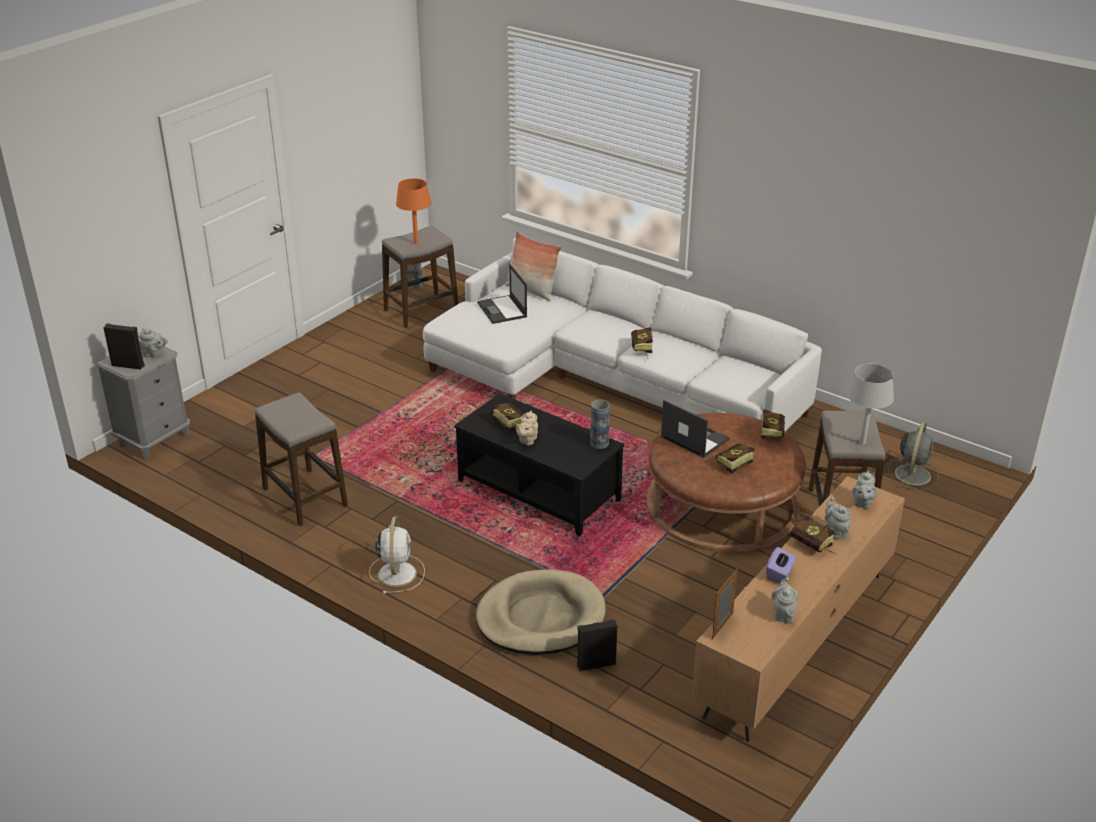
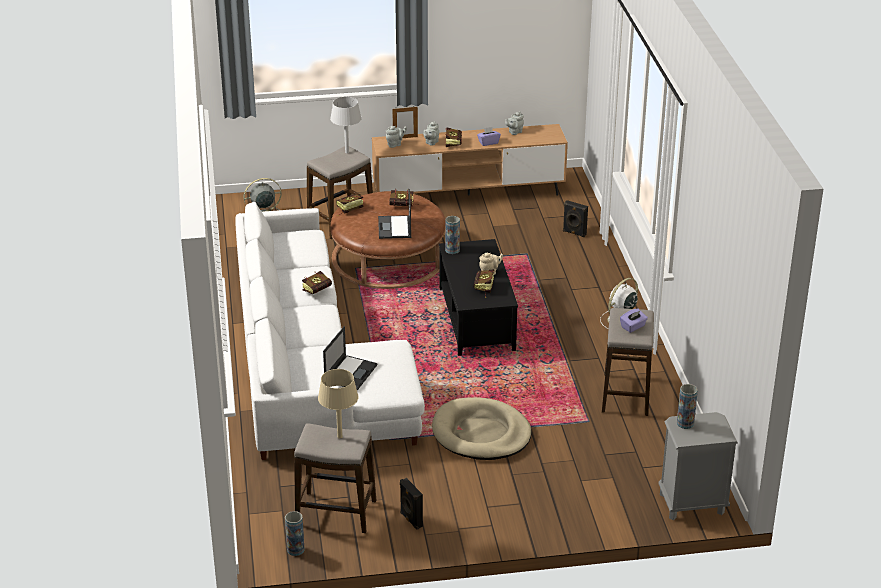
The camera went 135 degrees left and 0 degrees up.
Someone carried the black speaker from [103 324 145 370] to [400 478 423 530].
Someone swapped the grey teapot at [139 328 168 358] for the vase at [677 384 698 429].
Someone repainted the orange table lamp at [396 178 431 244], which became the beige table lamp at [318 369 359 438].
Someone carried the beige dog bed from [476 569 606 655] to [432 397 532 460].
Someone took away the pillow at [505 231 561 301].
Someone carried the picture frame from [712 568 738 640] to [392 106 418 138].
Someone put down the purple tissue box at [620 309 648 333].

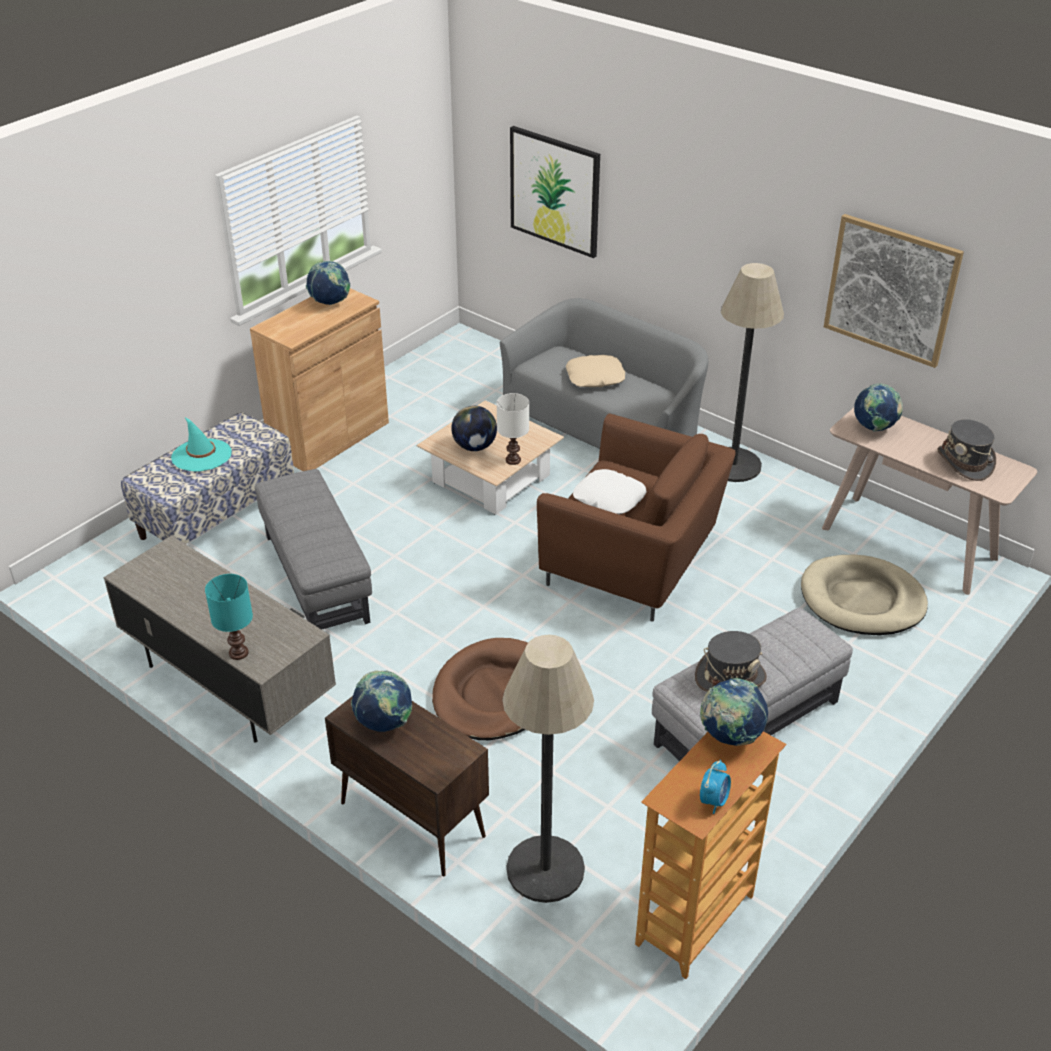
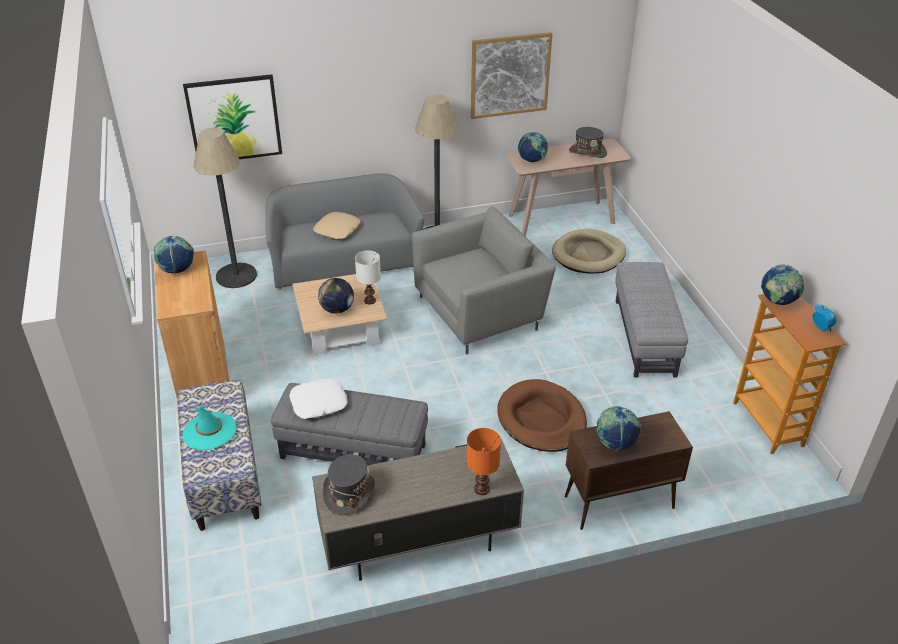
The camera went 55 degrees left and 0 degrees up.
Someone repainted the turquoise table lamp at [205 574 253 660], which became the orange table lamp at [467 428 501 495].
Someone carried the floor lamp from [502 635 594 903] to [193 127 257 288].
Someone repainted the brown armchair at [537 413 736 621], which became the grey armchair at [412 206 556 354].
Someone carried the white pillow from [573 469 647 515] to [289 378 347 419].
Someone carried the grey hat from [695 631 767 692] to [322 454 376 516].

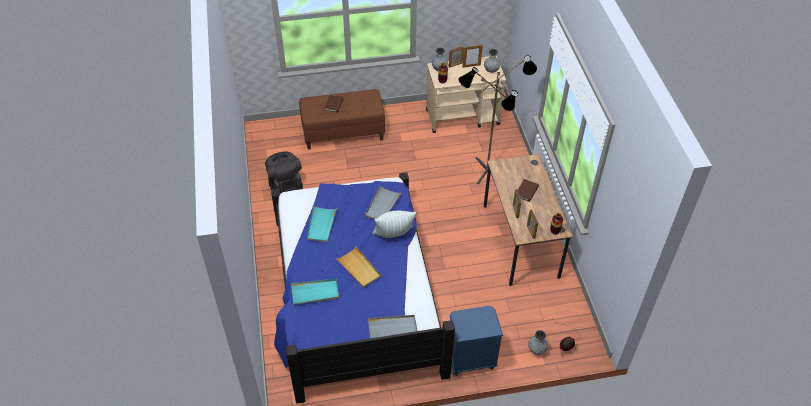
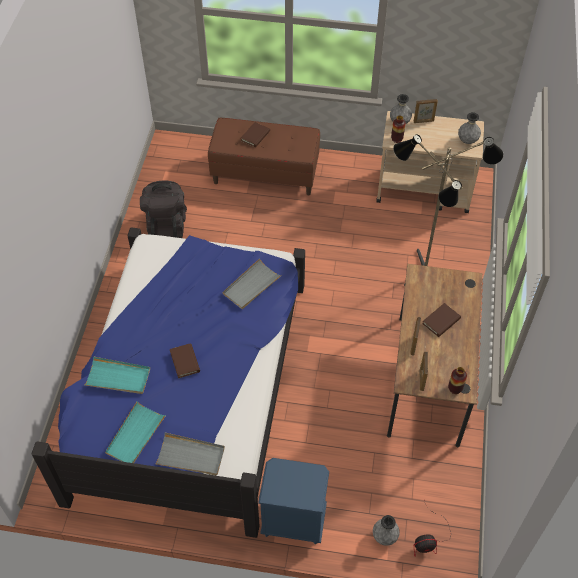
The camera went 20 degrees right and 5 degrees up.
Someone carried the turquoise tray from [307 206 337 242] to [105 401 166 463].
Someone swapped the beige tray at [336 246 381 288] for the brown book at [170 343 200 378].
Someone took away the pillow at [372 211 416 238].
Someone took away the picture frame at [462 45 483 68].

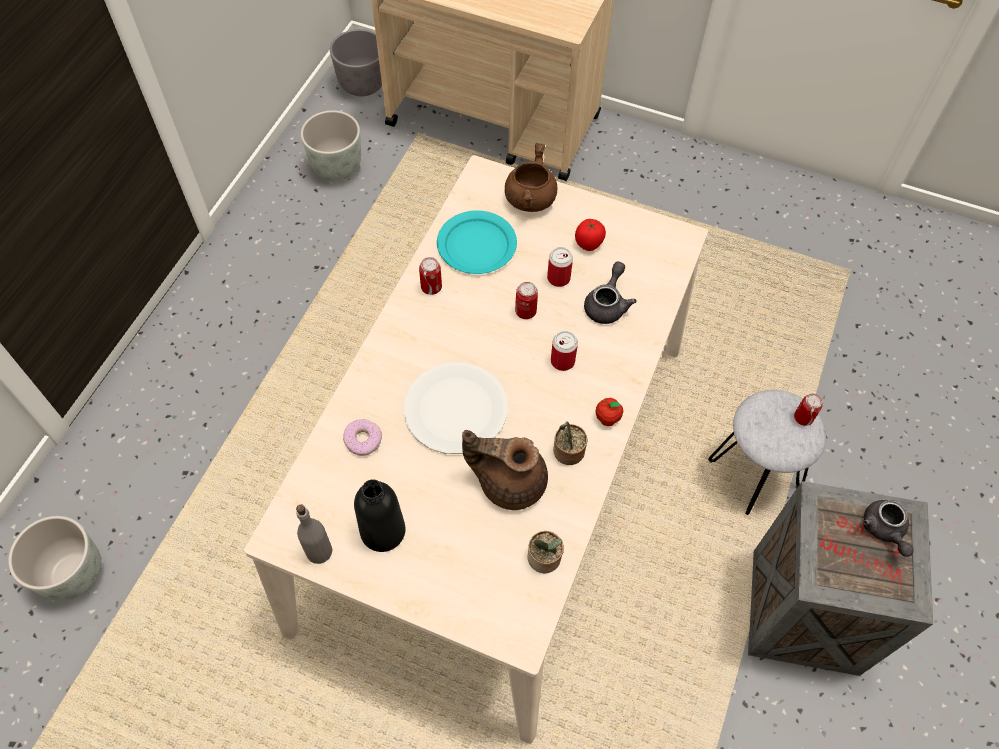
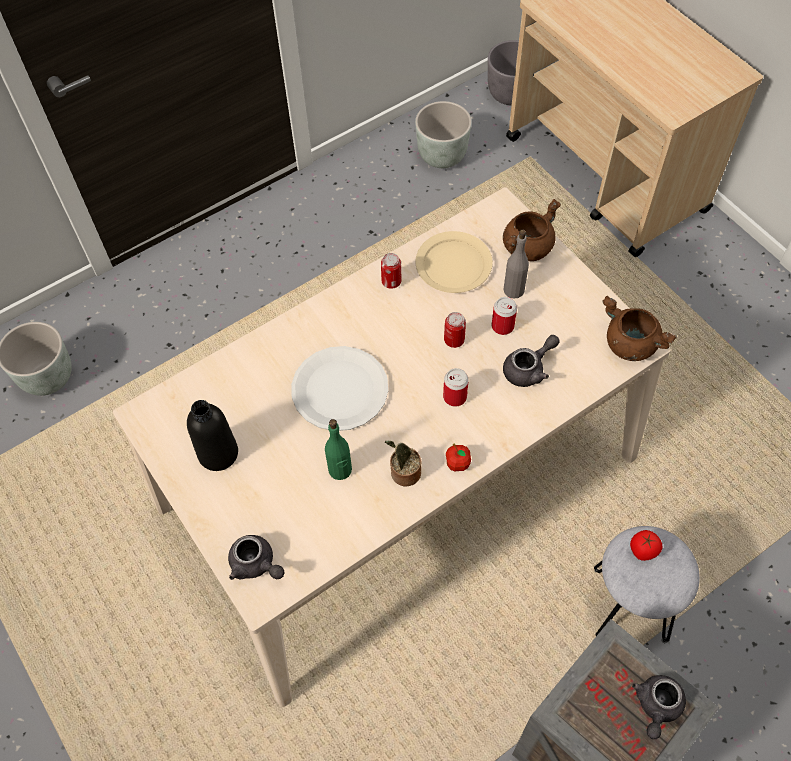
The camera went 35 degrees right and 0 degrees up.
Someone carried the grey bottle from [296 504 333 564] to [503 230 529 299].
Someone took away the donut at [343 419 382 456].
Someone repainted the turquoise plate at [437 210 517 274], which became the beige plate at [415 231 493 293].
Someone swapped the brown teapot at [462 430 548 510] for the green bottle at [325 419 352 480].
Someone took away the potted plant at [528 531 564 573].
Someone carried the tomato from [575 219 606 251] to [630 530 662 561].
Someone took away the can at [794 394 823 426].
Someone put down the grey teapot at [228 535 285 580].
Someone put down the brown cooking pot at [602 296 677 361].

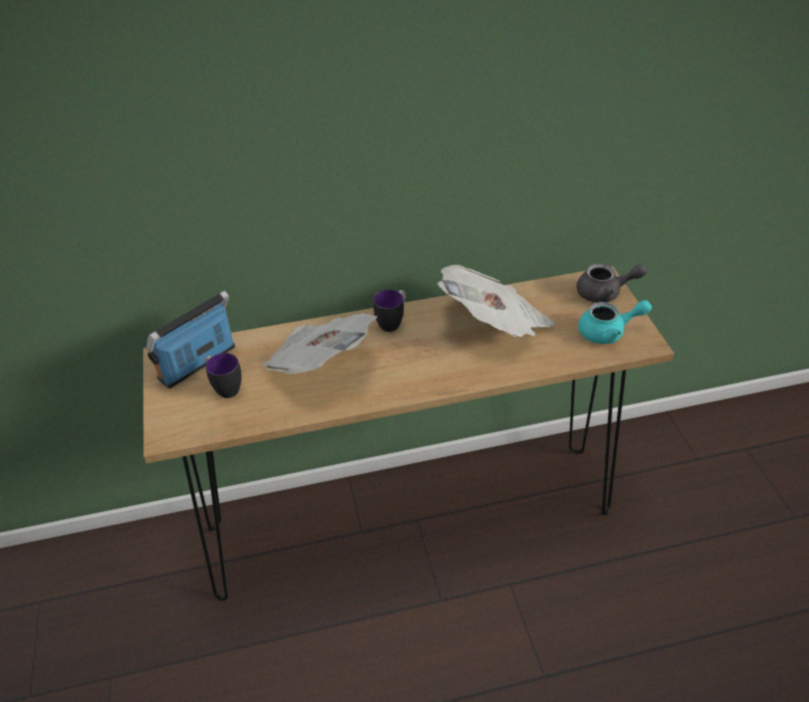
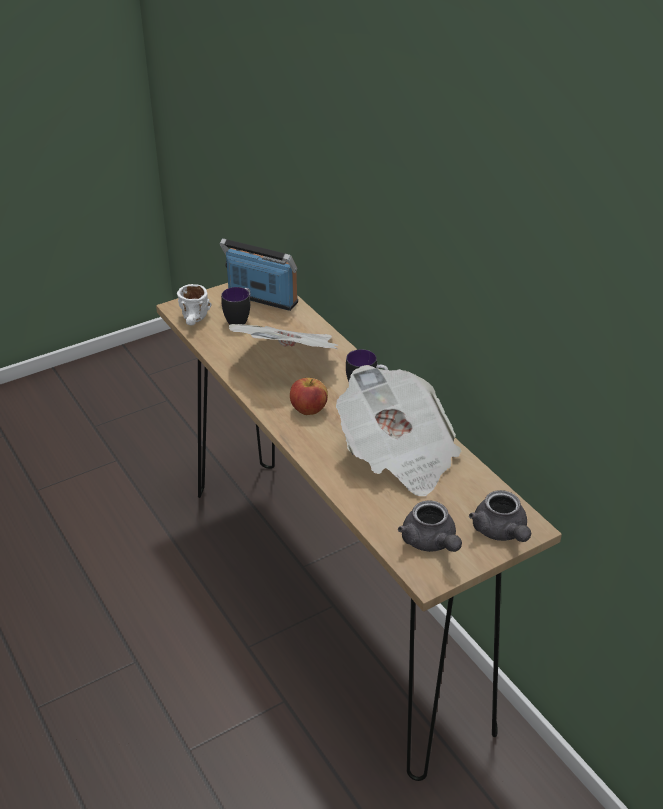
The camera went 70 degrees right and 5 degrees down.
Someone repainted the turquoise teapot at [578 300 652 344], which became the grey teapot at [398 500 462 552].
Someone put down the white mug at [177 284 212 326].
Someone put down the apple at [290 378 328 415].

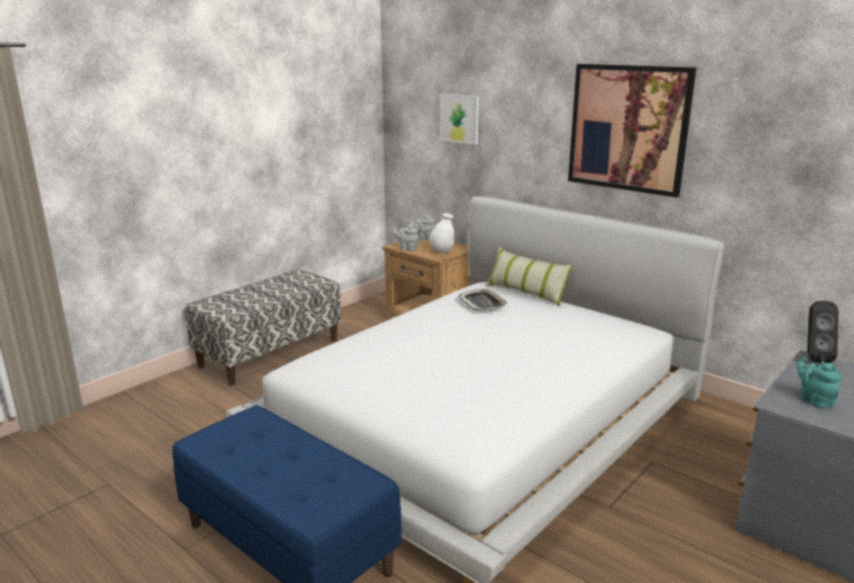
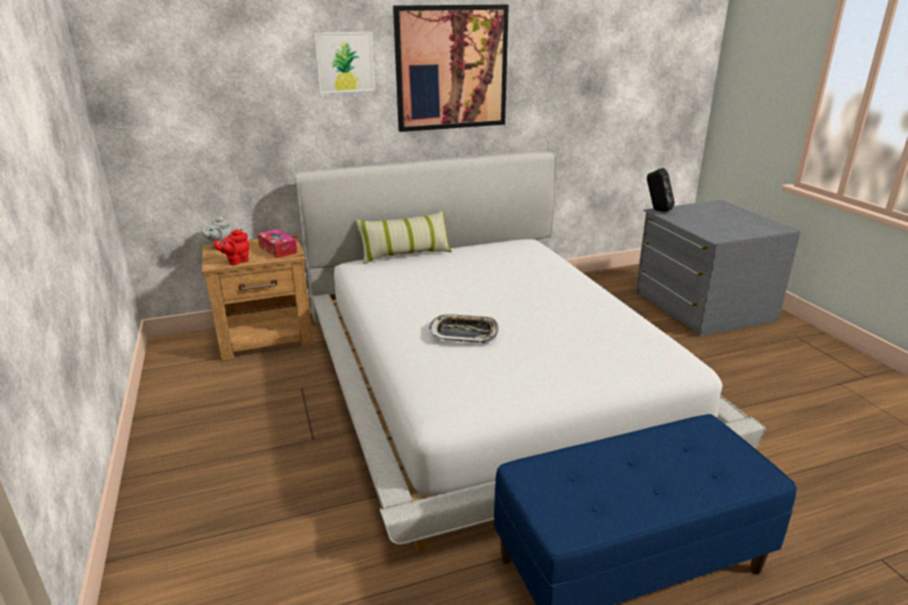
The camera went 60 degrees left and 5 degrees up.
Someone took away the bench at [185 269 341 385].
Someone repainted the grey teapot at [393 224 419 251], which became the red teapot at [214 229 249 265].
Someone swapped the white vase at [430 213 455 253] for the tissue box at [257 229 297 258].
Someone carried the picture from [440 94 479 145] to [314 32 375 94].
Someone carried the tray from [459 289 508 312] to [429 314 499 343].
Someone took away the turquoise teapot at [797 357 842 408].

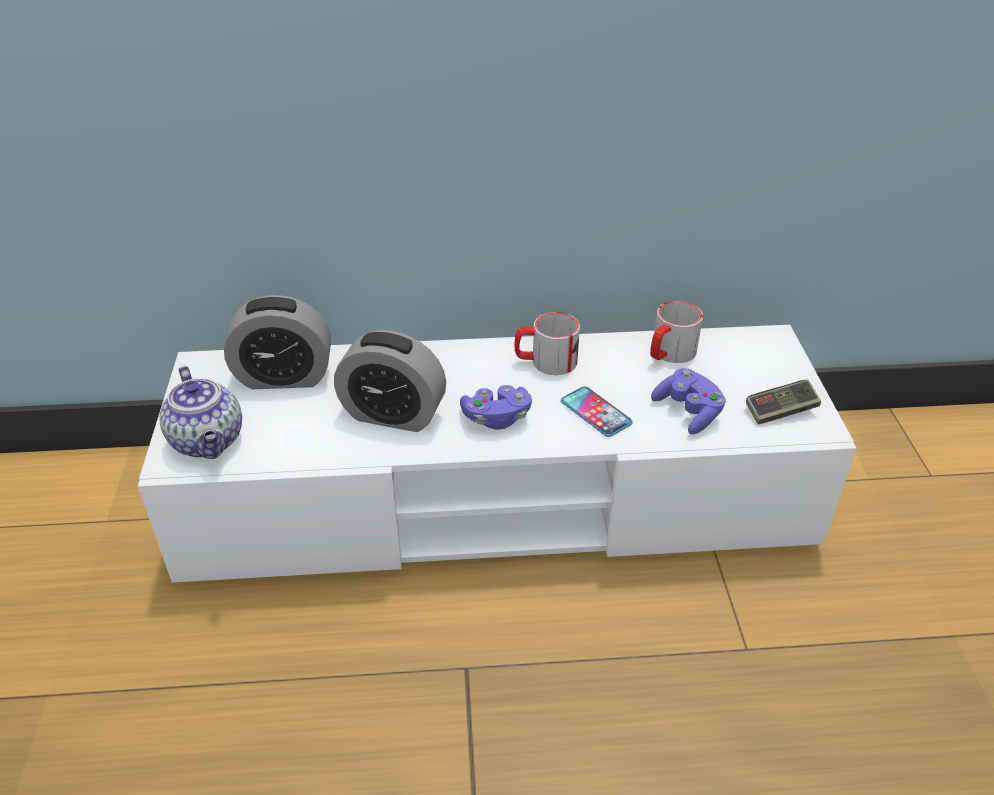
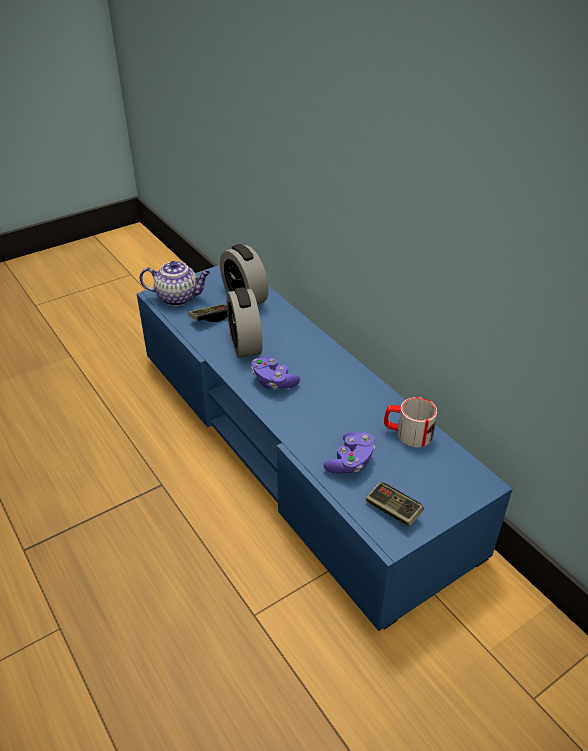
The camera went 60 degrees right and 0 degrees up.
Someone repainted the white tv stand at [138 325 856 583], which became the blue tv stand at [137 265 512 631].
Someone rotated the teapot at [159 366 242 459] by 120 degrees counterclockwise.
Someone took away the mug at [514 312 580 375].
Someone took away the phone at [561 387 633 437].
Someone put down the game controller at [189 304 228 322].

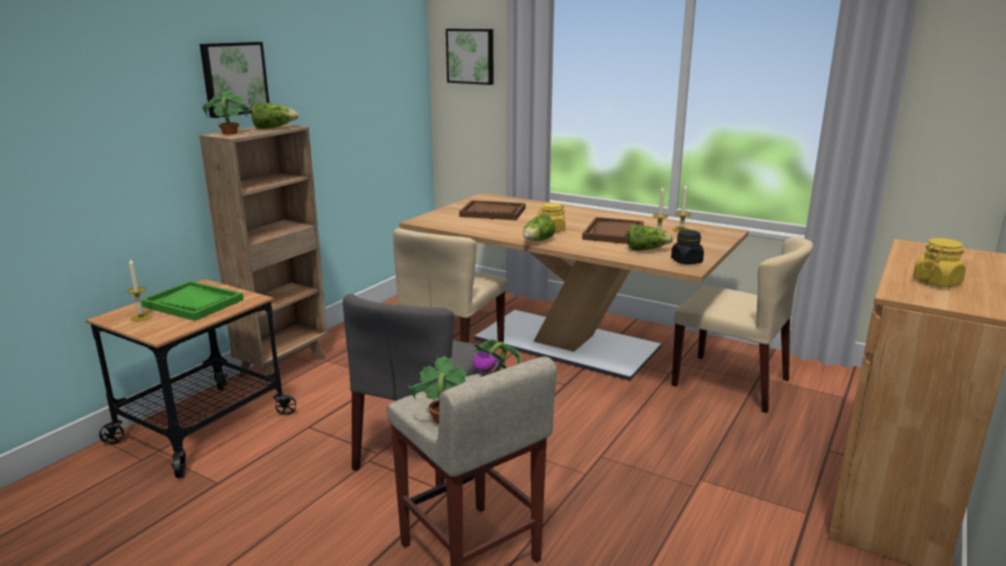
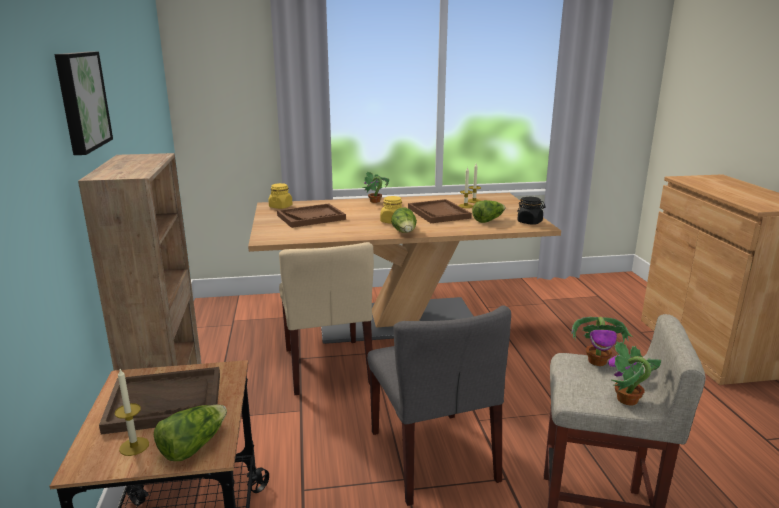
The camera went 40 degrees left and 0 degrees up.
Someone repainted the green tray at [141 281 244 321], which became the brown tray at [99 367 220 435].
Someone carried the potted plant from [203 91 251 135] to [363 172 389 203].
Someone carried the lettuce from [252 103 299 129] to [154 405 227 461].
Someone took away the picture at [446 29 493 85].
Someone took away the beige chair at [672 237 813 413].
Someone carried the yellow jar from [913 238 966 287] to [268 183 293 209].

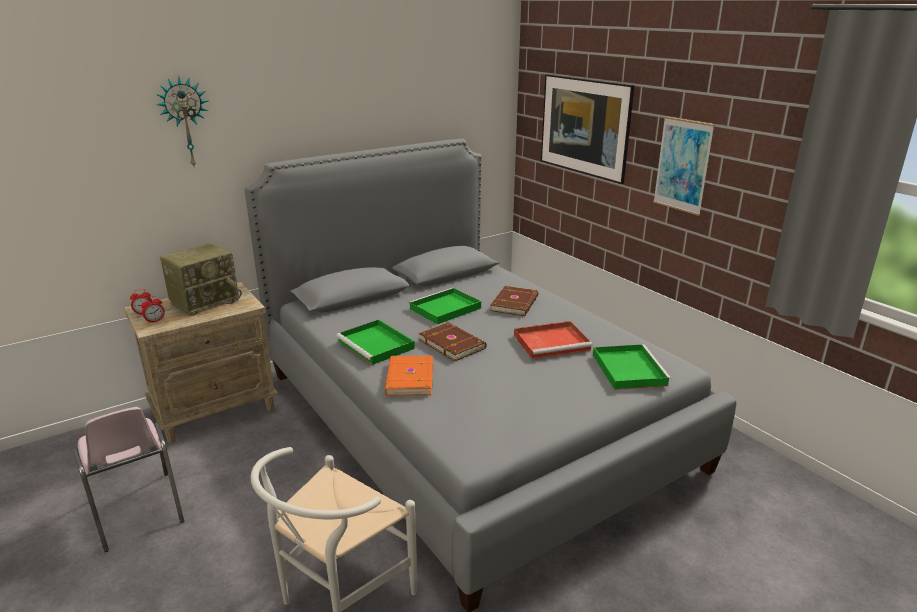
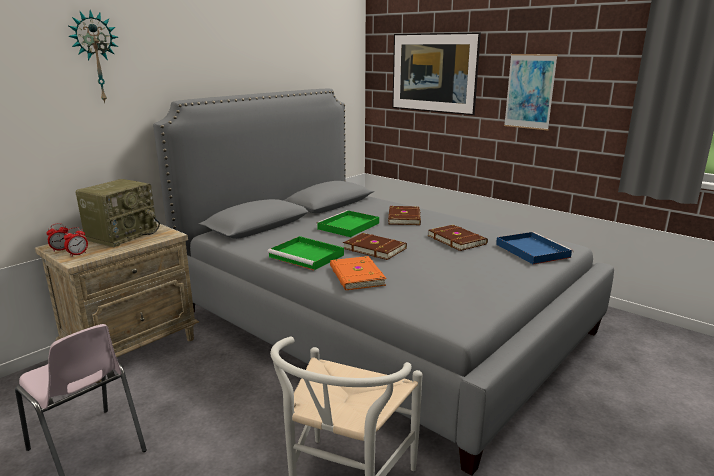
The camera went 15 degrees left and 5 degrees down.
Someone swapped the red tray at [514 321 592 359] for the brown book at [428 225 488 251].
Someone repainted the green tray at [593 344 672 390], which became the blue tray at [496 232 573 265].

